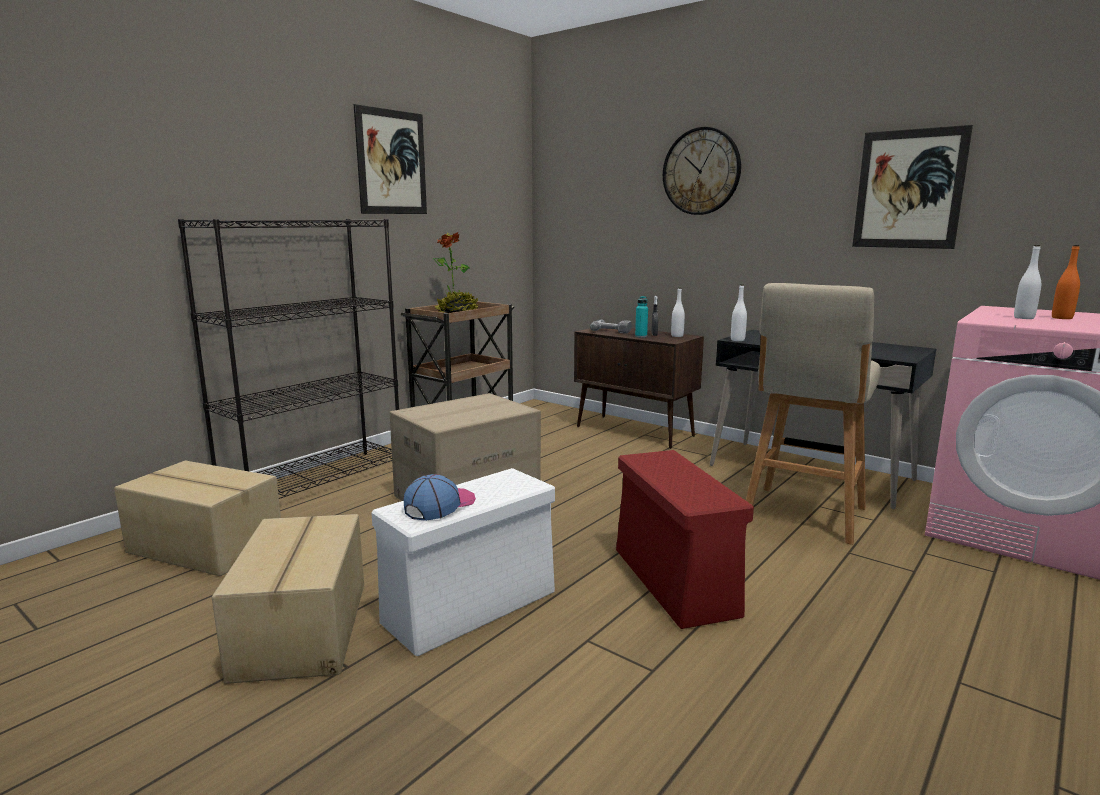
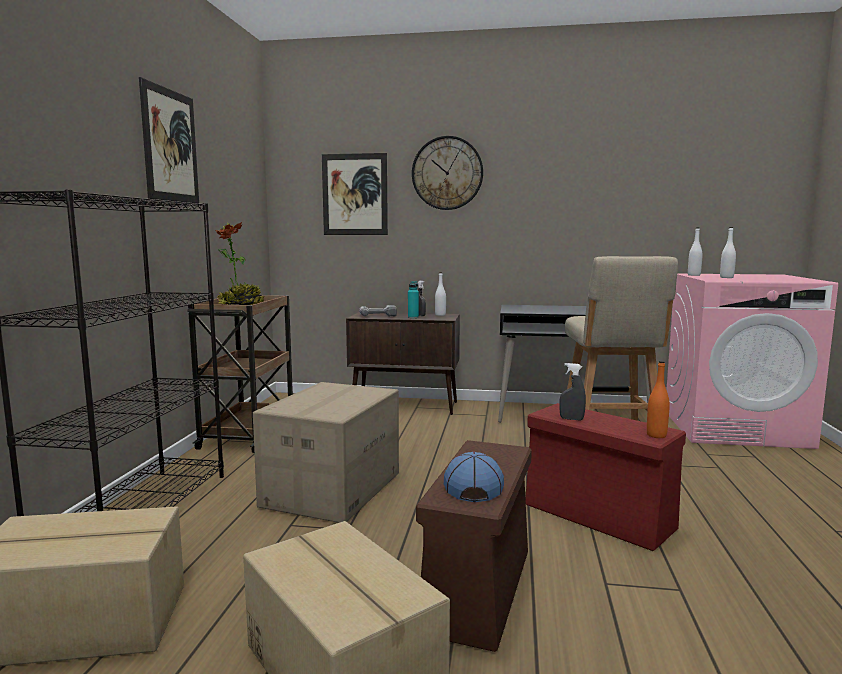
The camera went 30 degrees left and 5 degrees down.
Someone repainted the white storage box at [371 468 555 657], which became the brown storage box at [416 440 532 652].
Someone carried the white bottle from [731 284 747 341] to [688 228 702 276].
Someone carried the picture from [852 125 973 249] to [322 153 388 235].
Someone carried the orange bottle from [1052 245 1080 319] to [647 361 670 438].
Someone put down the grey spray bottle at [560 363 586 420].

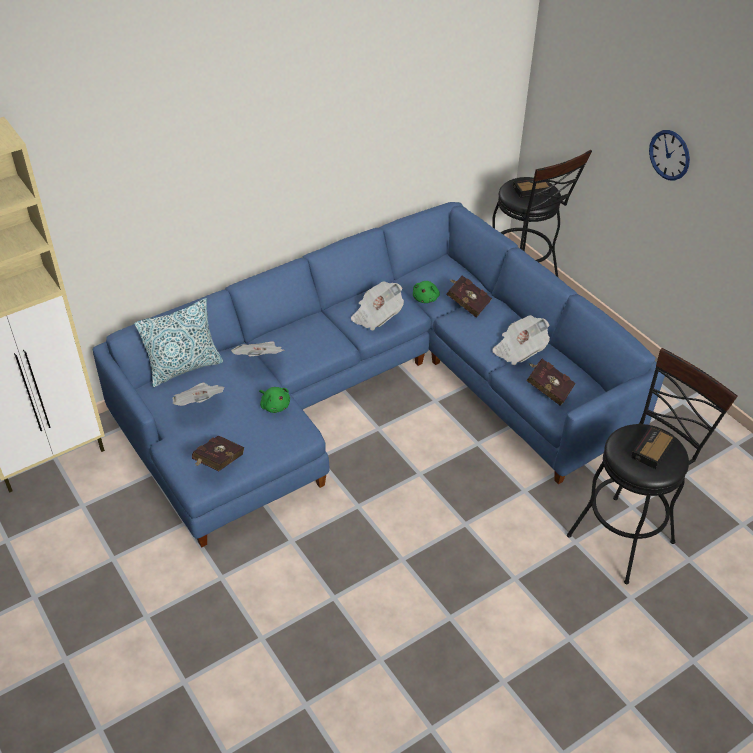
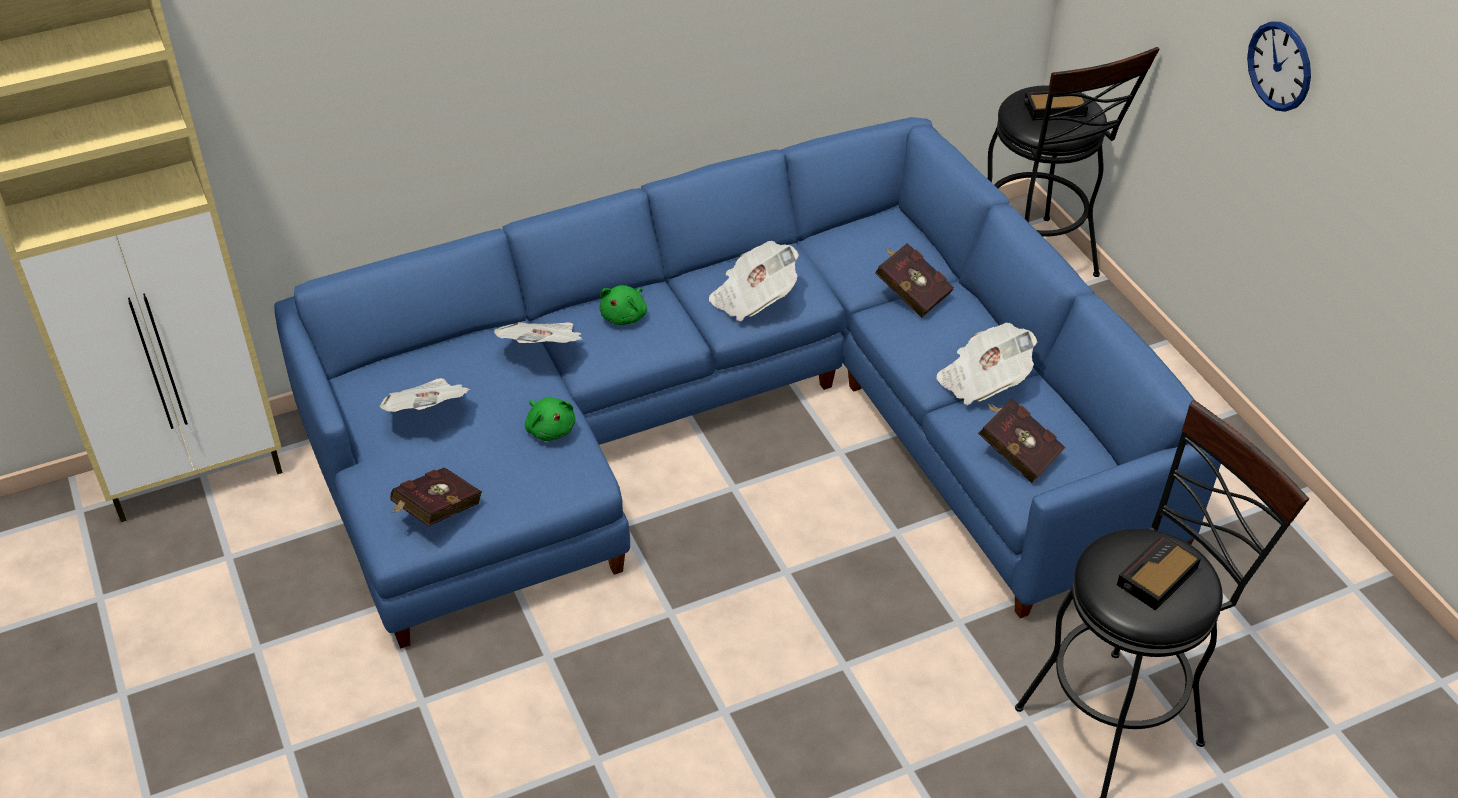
The camera went 10 degrees right and 0 degrees up.
Someone took away the pillow at [134 298 223 387].
Someone carried the green plush toy from [413 281 440 303] to [600 285 647 325].

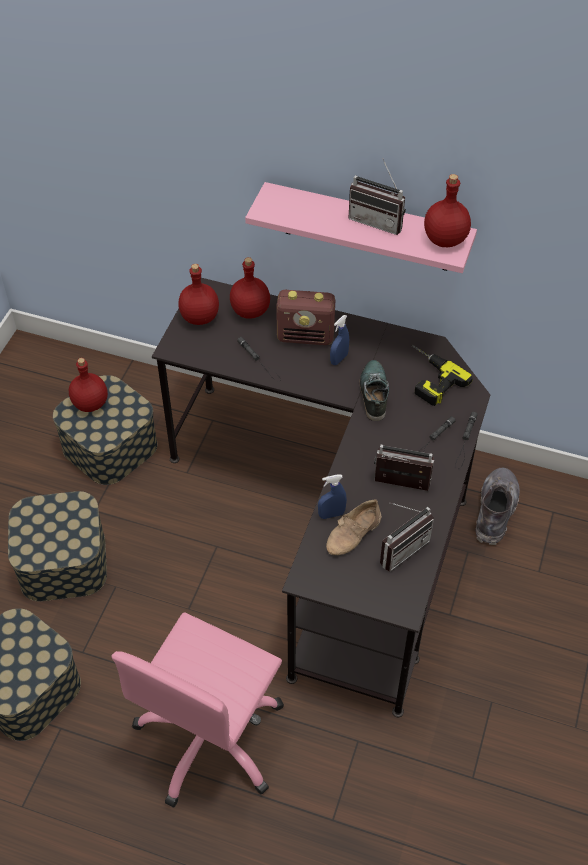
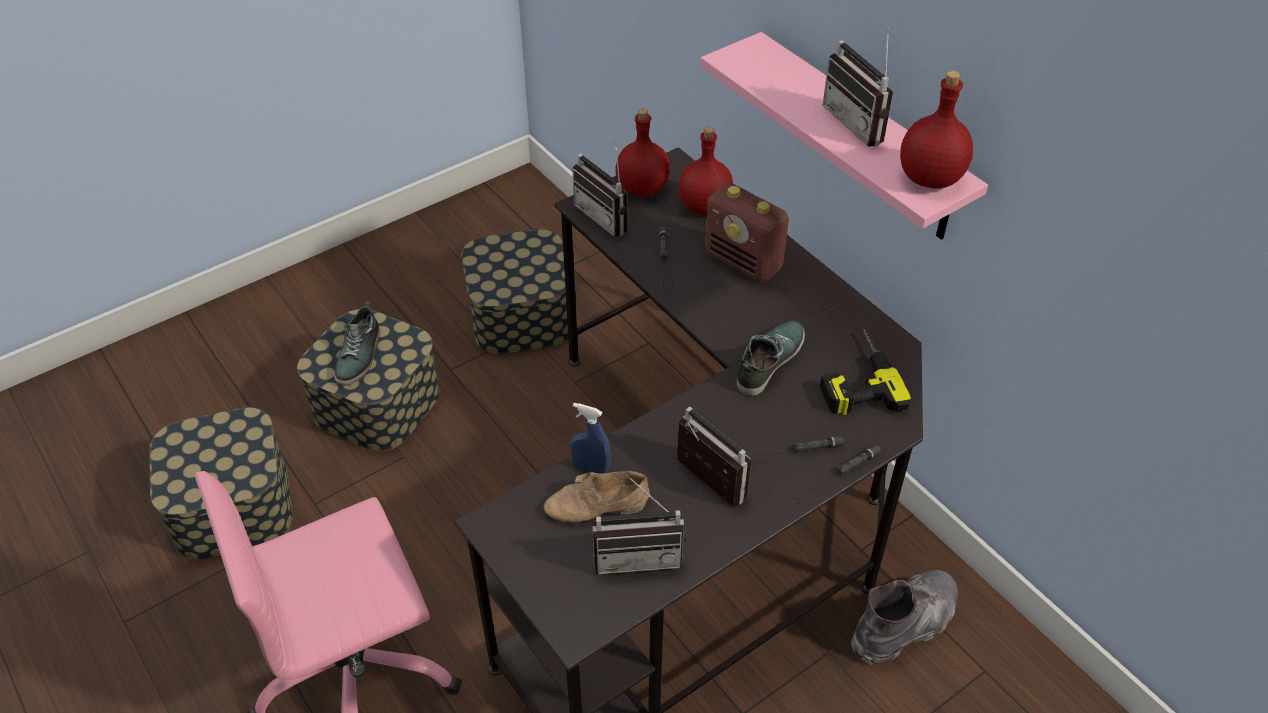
The camera went 35 degrees right and 5 degrees down.
Someone took away the red bottle at [69 358 108 412].
Someone took away the blue spray bottle at [330 315 349 365].
Someone put down the shoe at [334 301 380 386].
Someone put down the radio at [572 141 627 237].

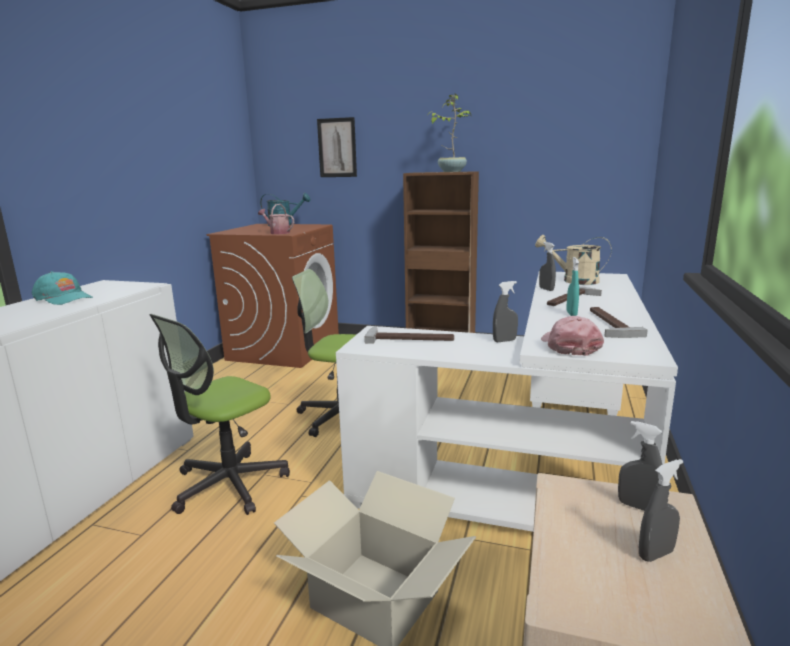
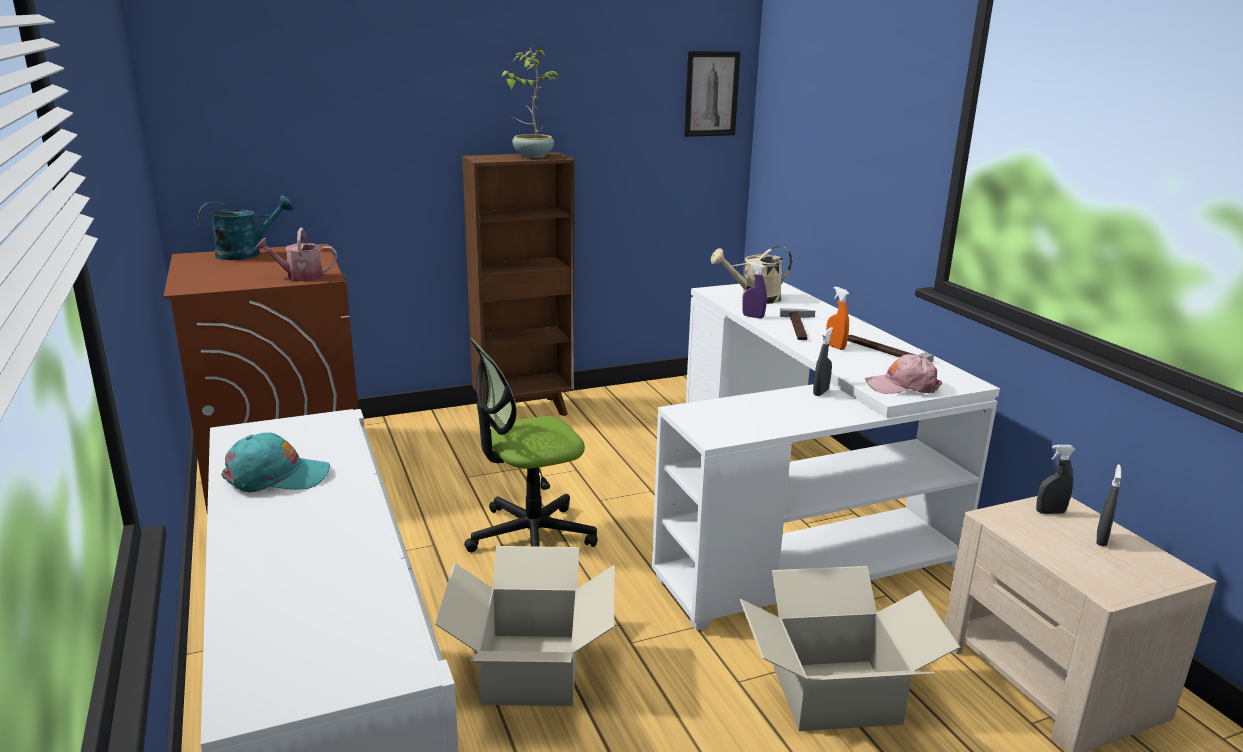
The camera went 40 degrees left and 5 degrees up.
Someone swapped the office chair at [149 314 290 515] for the cardboard box at [435 546 615 706].
Someone carried the picture from [317 117 357 177] to [684 51 741 137].
Someone took away the hammer at [364 326 454 344].
Someone repainted the grey spray bottle at [539 242 556 291], which became the purple spray bottle at [742 262 767 319].
Someone rotated the pink cap at [541 316 604 356] by 45 degrees counterclockwise.
Someone repainted the turquoise spray bottle at [566 257 579 316], which became the orange spray bottle at [826 287 849 350].

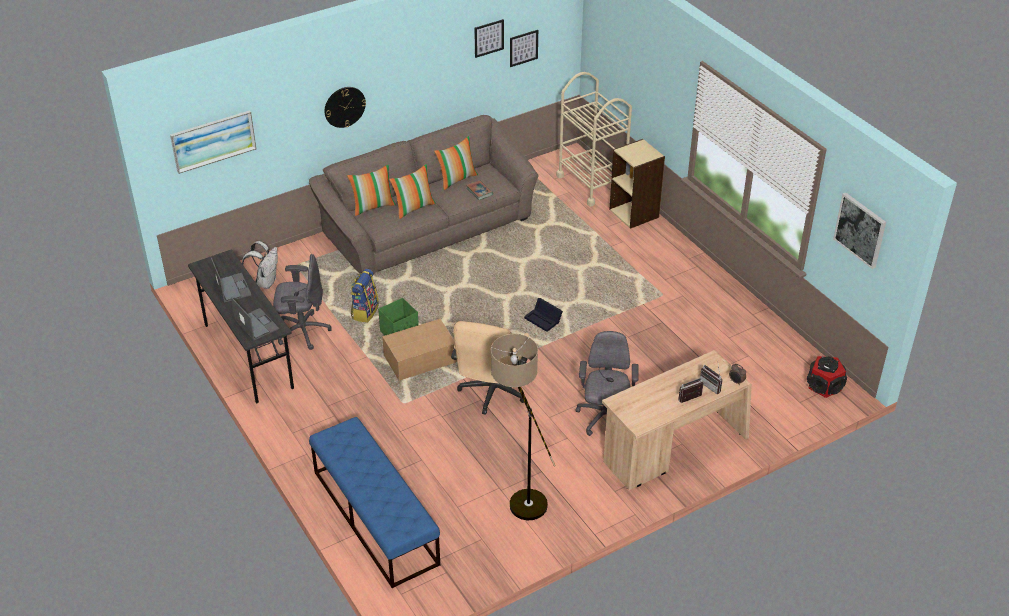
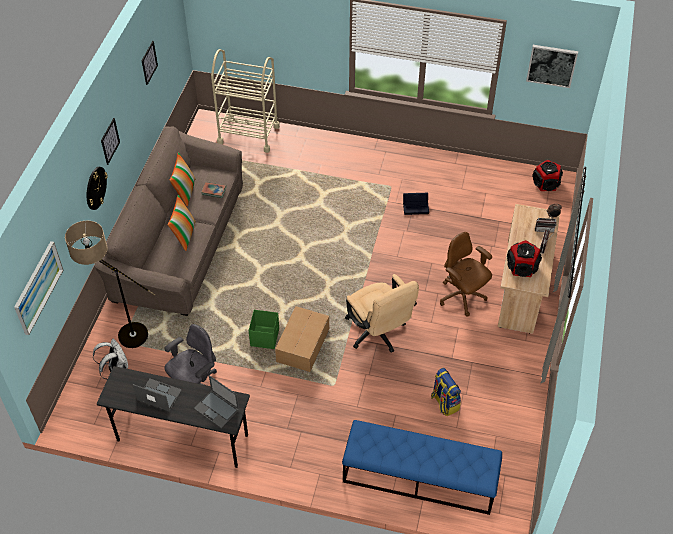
The camera went 45 degrees left and 10 degrees up.
Someone rotated the laptop at [231 297 279 340] by 150 degrees counterclockwise.
Someone took away the pillow at [347 164 396 216].
Someone carried the backpack from [351 269 379 323] to [431 368 461 416].
Someone carried the floor lamp from [491 334 555 520] to [65 221 155 348].
Someone carried the picture from [510 30 538 67] to [101 118 120 165].
Someone carried the black storage box from [524 298 563 332] to [403 193 429 215].
Someone repainted the grey office chair at [575 331 639 436], which became the brown office chair at [440 232 492 316].
Someone took away the beige bookcase at [609 139 665 229].
Someone put down the speaker at [507 240 542 277].

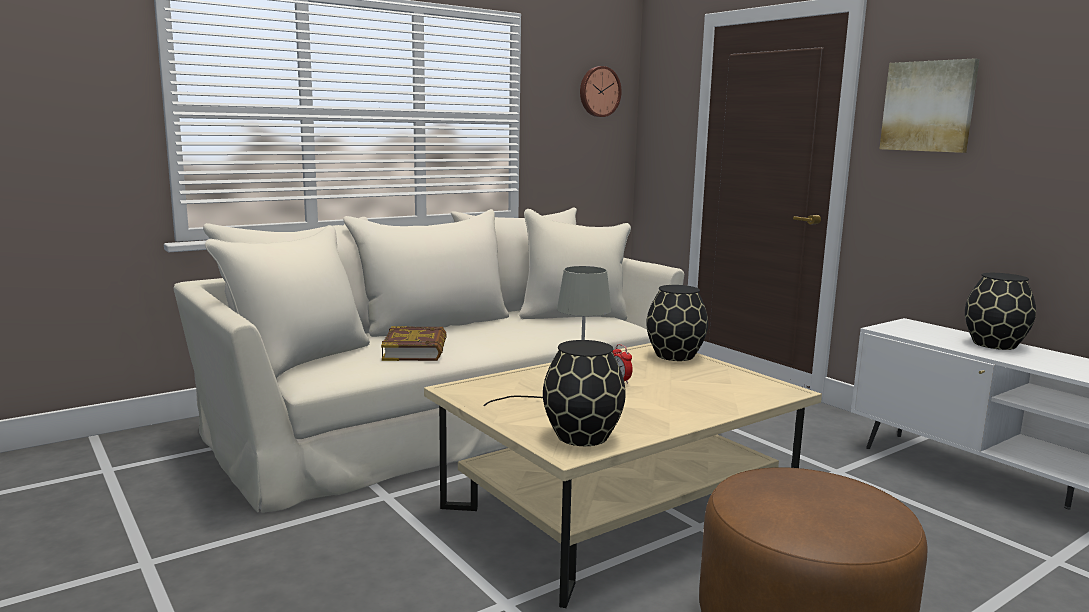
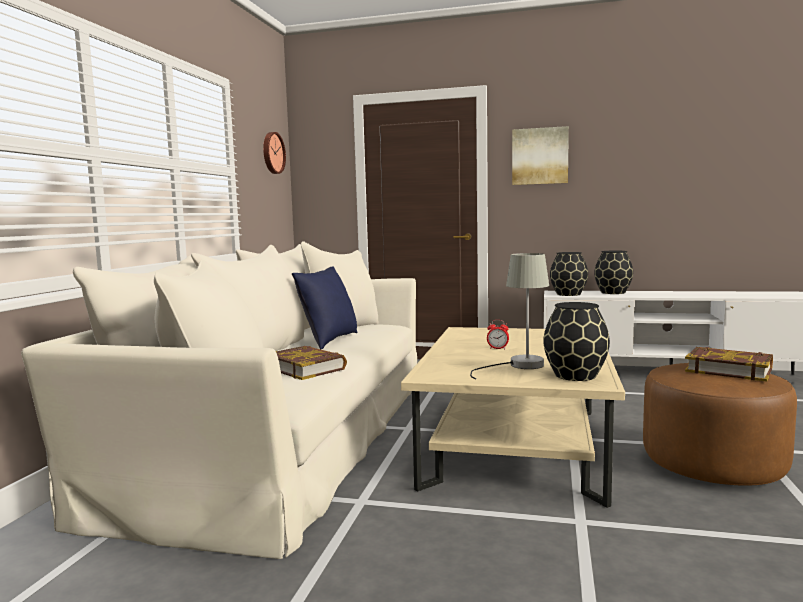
The camera went 40 degrees left and 5 degrees down.
Someone carried the black vase from [646 285 708 361] to [550 252 588 296].
Someone put down the blue pillow at [292 266 357 350].
Someone put down the book at [685 347 773 382].

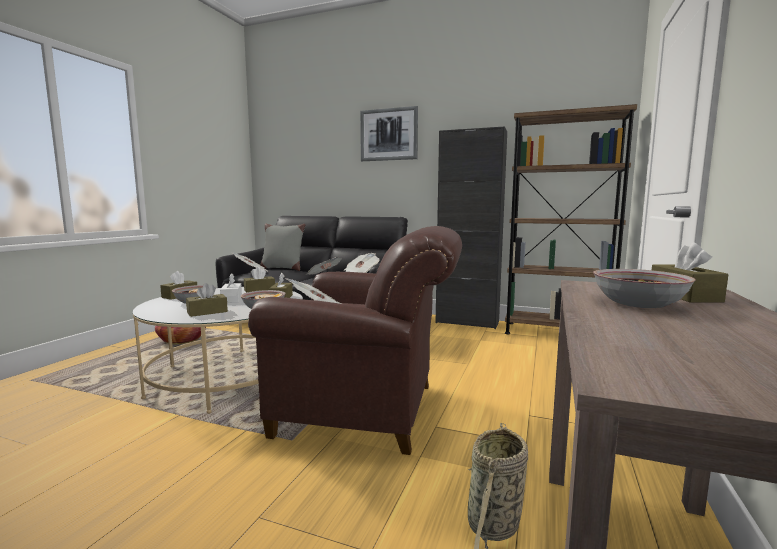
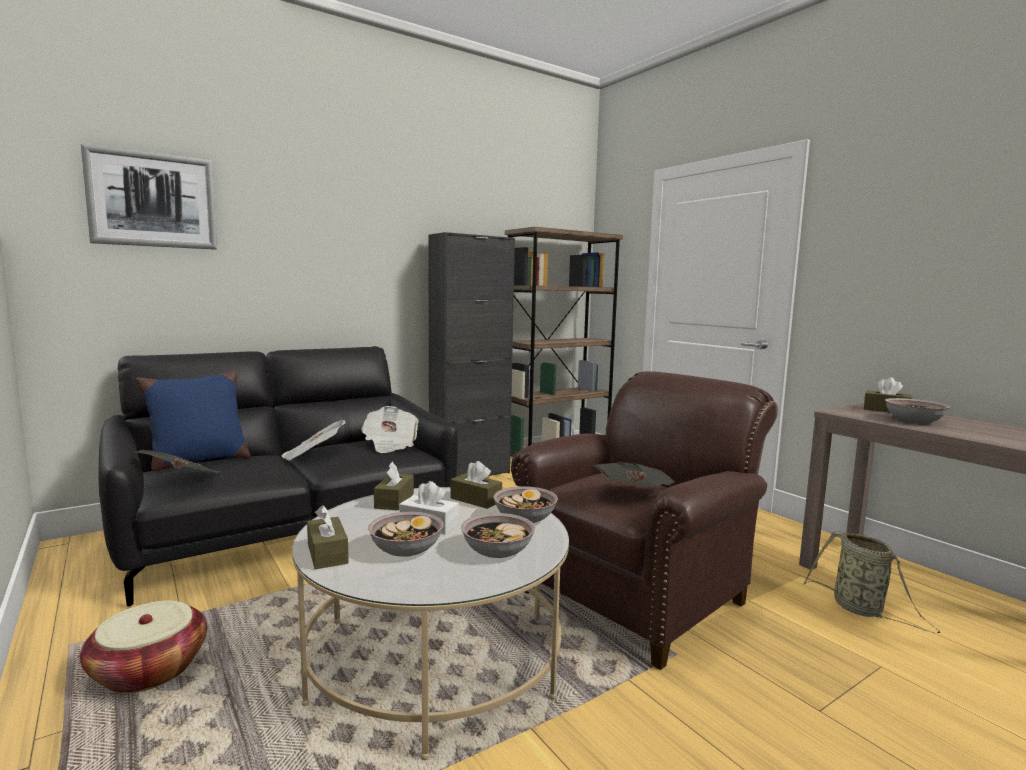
The camera went 55 degrees left and 0 degrees up.
Someone swapped the brown tissue box at [186 283 228 317] for the bowl at [461 513 535 558].
Someone repainted the grey pillow at [260 224 305 271], which became the blue pillow at [136 371 251 471].
Someone carried the picture from [360 106 418 161] to [81 144 217 250].

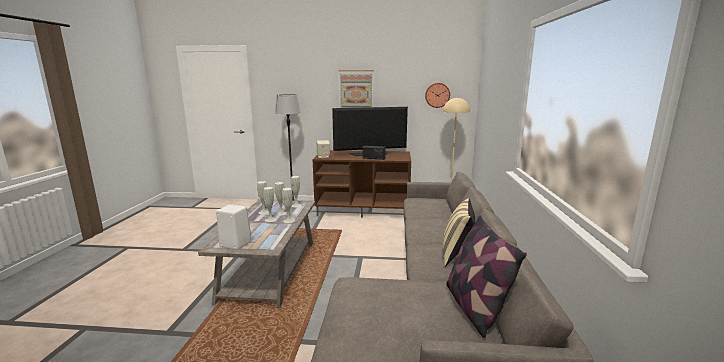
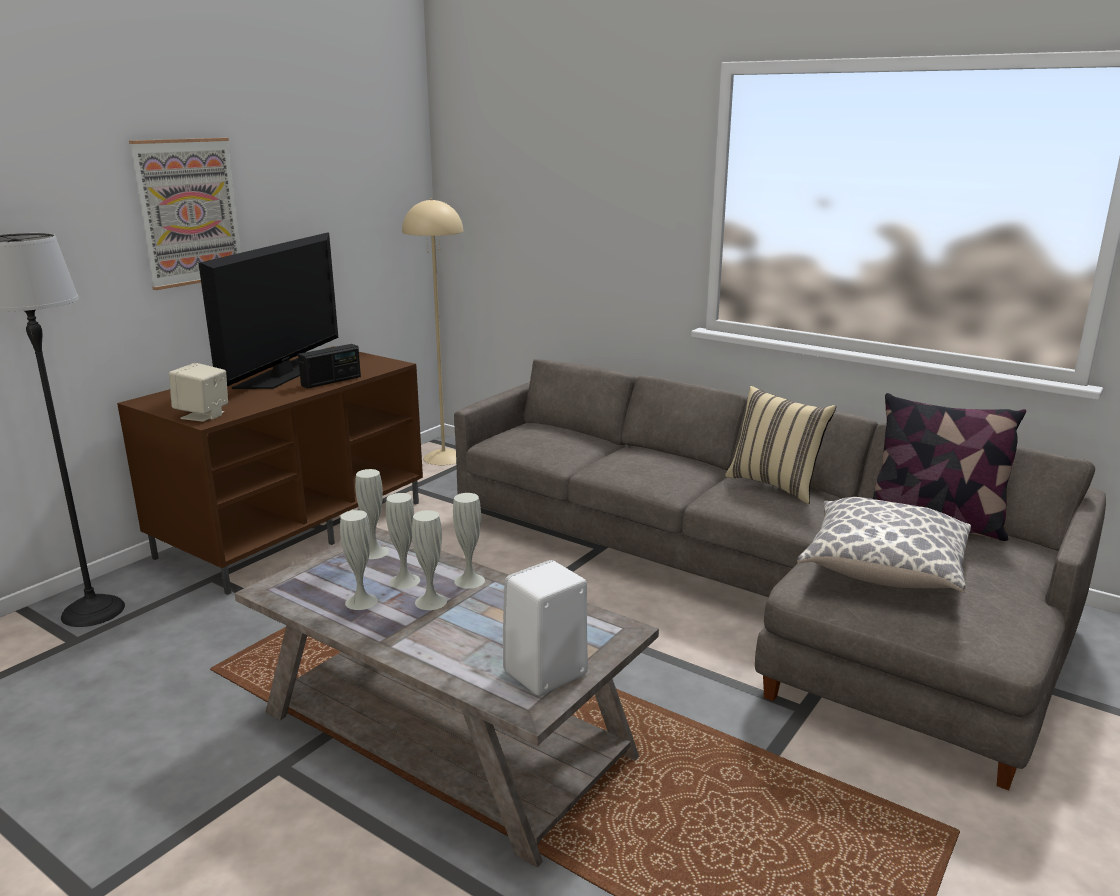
The camera went 60 degrees left and 5 degrees up.
Someone took away the wall clock at [425 83 450 108].
Someone put down the pillow at [797 497 971 593].

